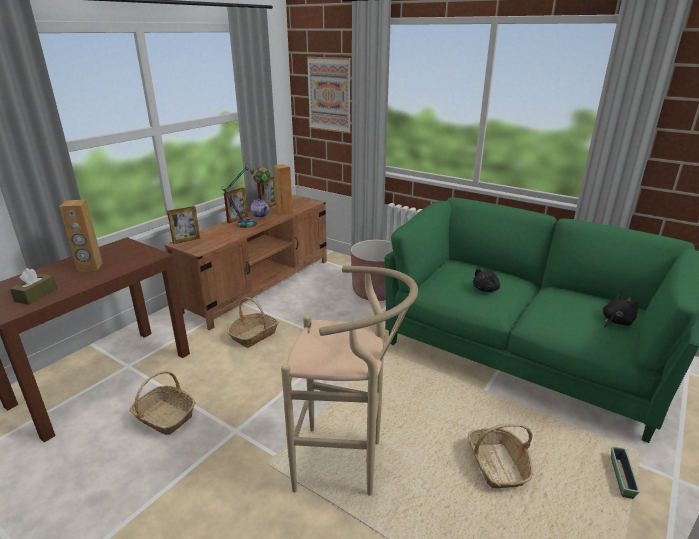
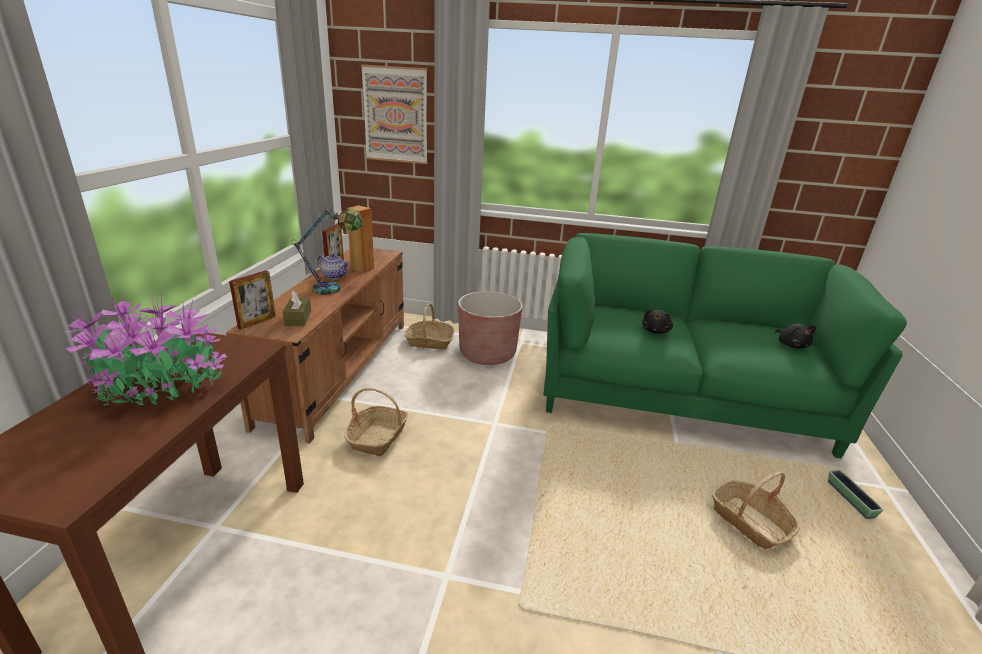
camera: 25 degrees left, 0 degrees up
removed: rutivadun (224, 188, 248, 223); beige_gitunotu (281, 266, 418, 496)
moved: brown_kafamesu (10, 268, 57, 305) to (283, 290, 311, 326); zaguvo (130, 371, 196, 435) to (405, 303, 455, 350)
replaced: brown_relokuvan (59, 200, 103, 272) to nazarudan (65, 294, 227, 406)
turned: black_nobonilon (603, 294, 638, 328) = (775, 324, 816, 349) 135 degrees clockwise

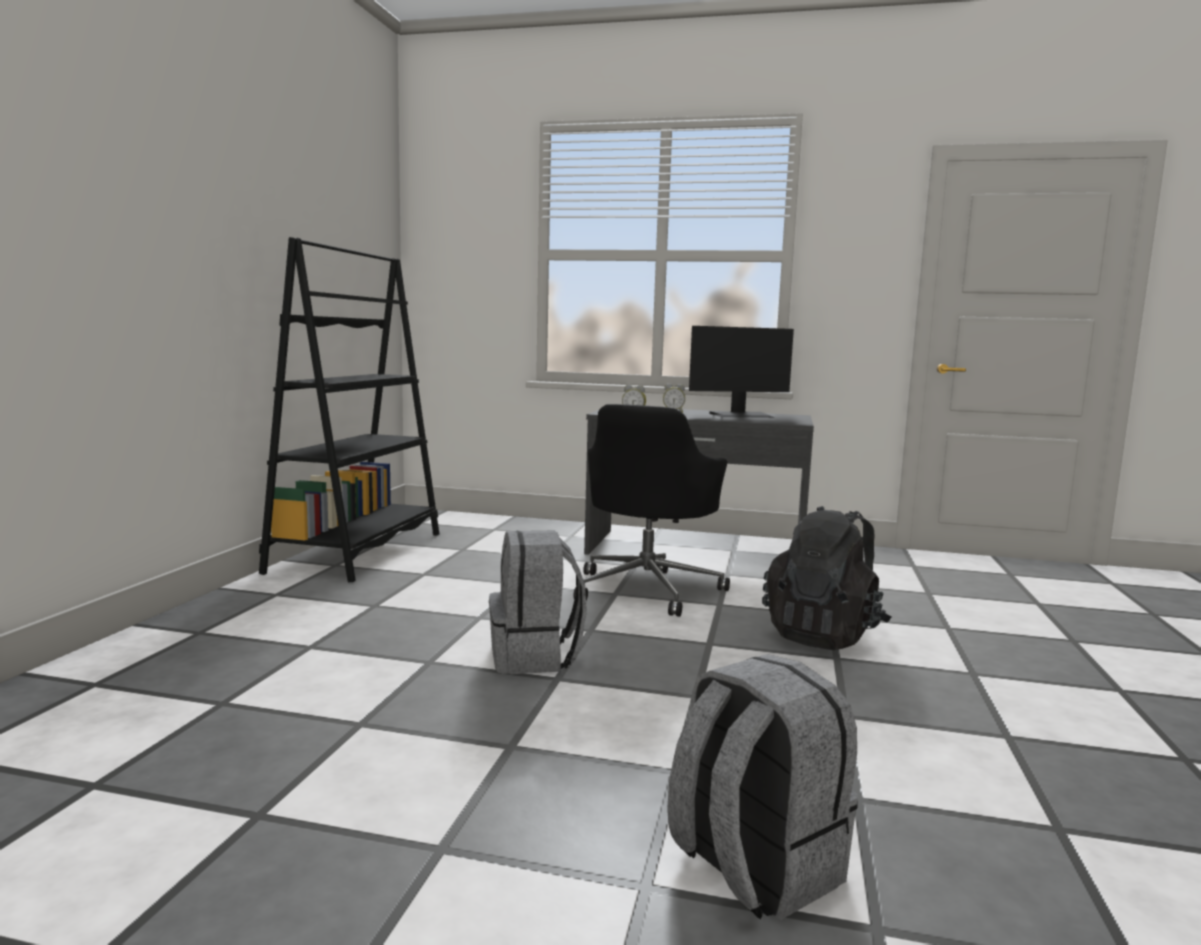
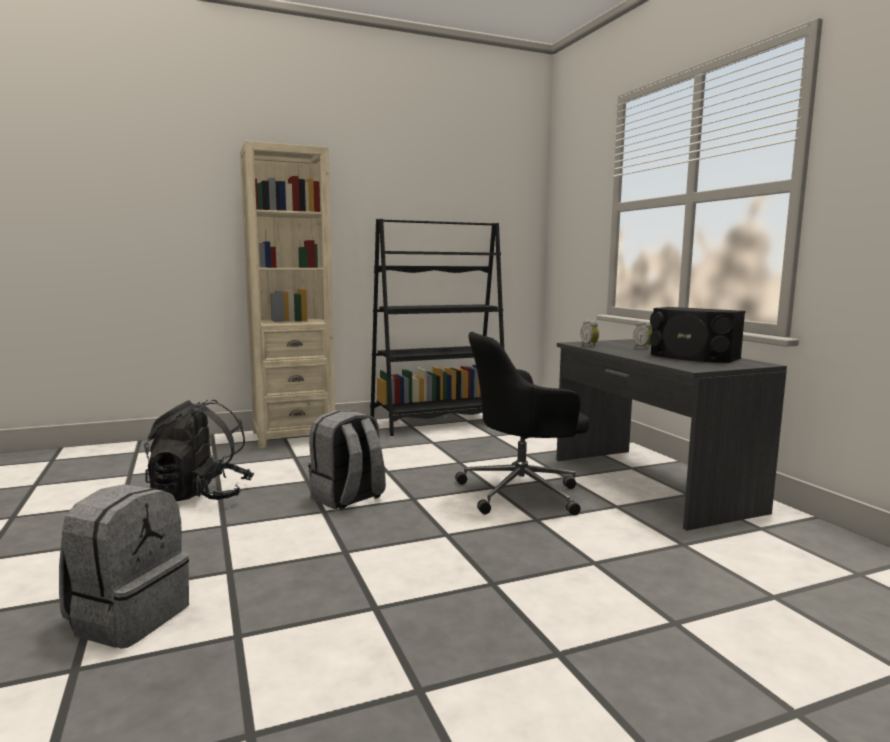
camera: 55 degrees right, 0 degrees up
added: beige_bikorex (240, 141, 335, 448)
moved: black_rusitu (762, 506, 891, 650) to (144, 400, 254, 501)
replaced: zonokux (689, 326, 794, 418) to black_relokuvan (650, 307, 745, 363)

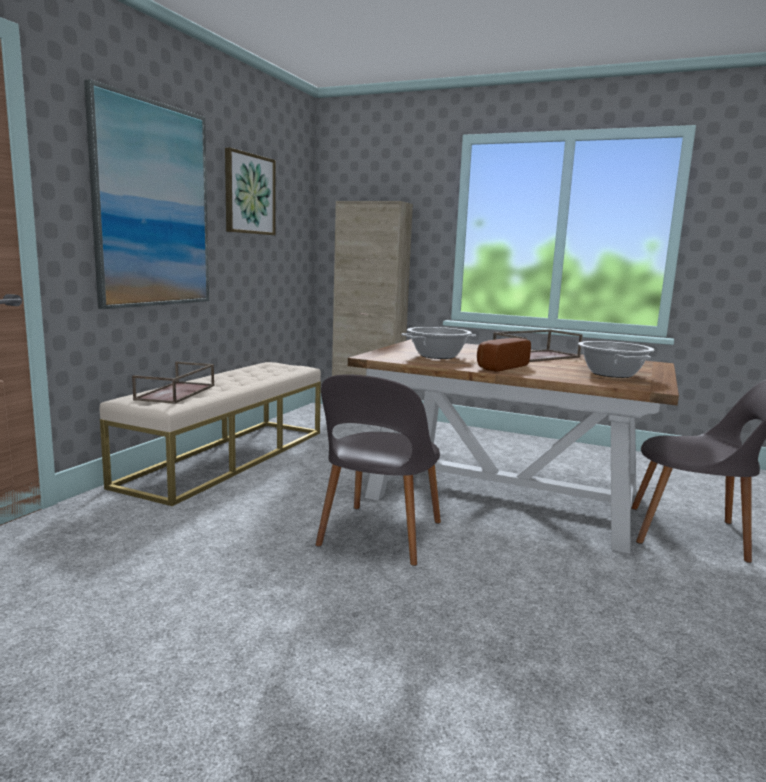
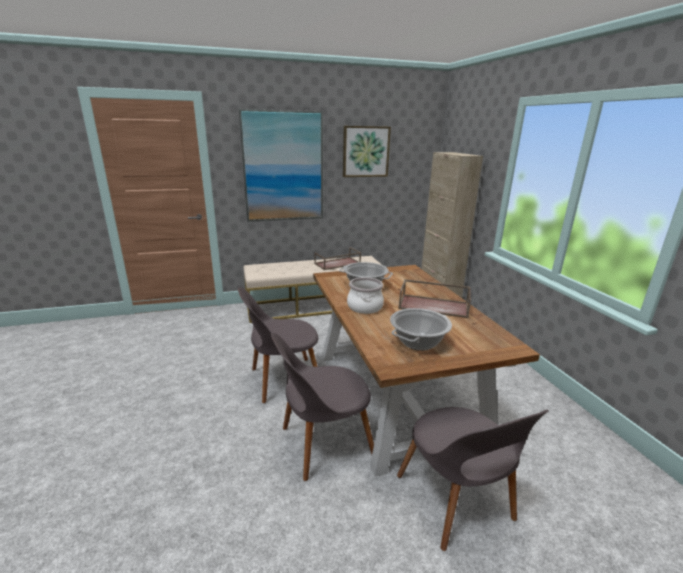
camera: 50 degrees right, 10 degrees up
added: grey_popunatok (271, 333, 374, 481)
moved: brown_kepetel (132, 361, 214, 404) to (314, 247, 361, 270)
replaced: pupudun (477, 338, 531, 371) to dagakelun (347, 277, 384, 314)

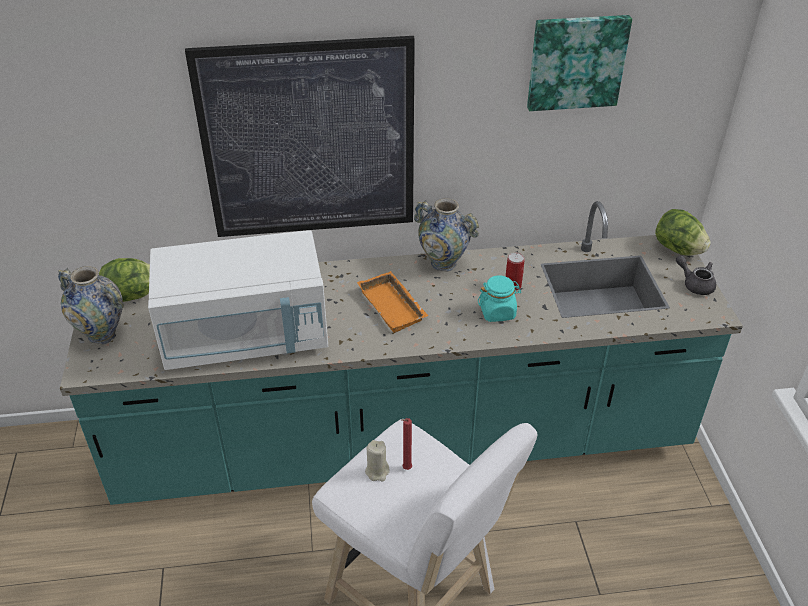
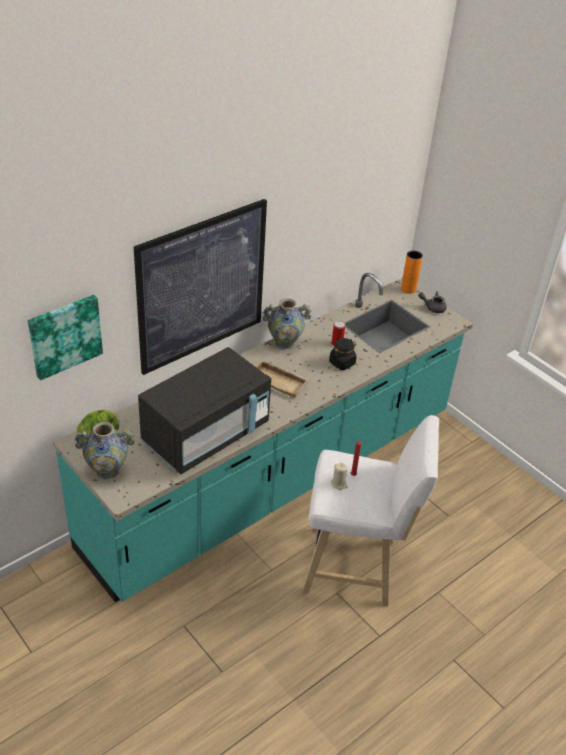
camera: 35 degrees left, 0 degrees up
moved: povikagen (527, 15, 632, 111) to (28, 295, 103, 380)
replaced: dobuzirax (655, 209, 711, 256) to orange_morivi (401, 251, 423, 294)
recoloured: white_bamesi (148, 230, 328, 370) to black_bamesi (138, 347, 271, 474); orange_kepetel (357, 271, 429, 333) to beige_kepetel (256, 360, 309, 398); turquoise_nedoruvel (478, 275, 521, 322) to black_nedoruvel (329, 338, 357, 370)

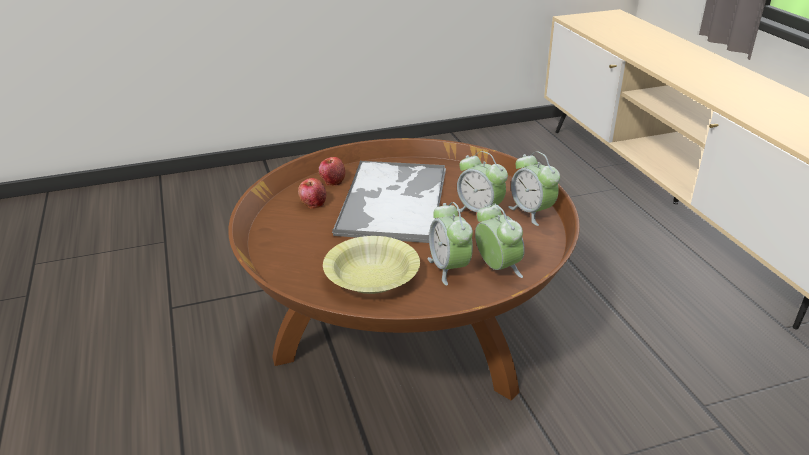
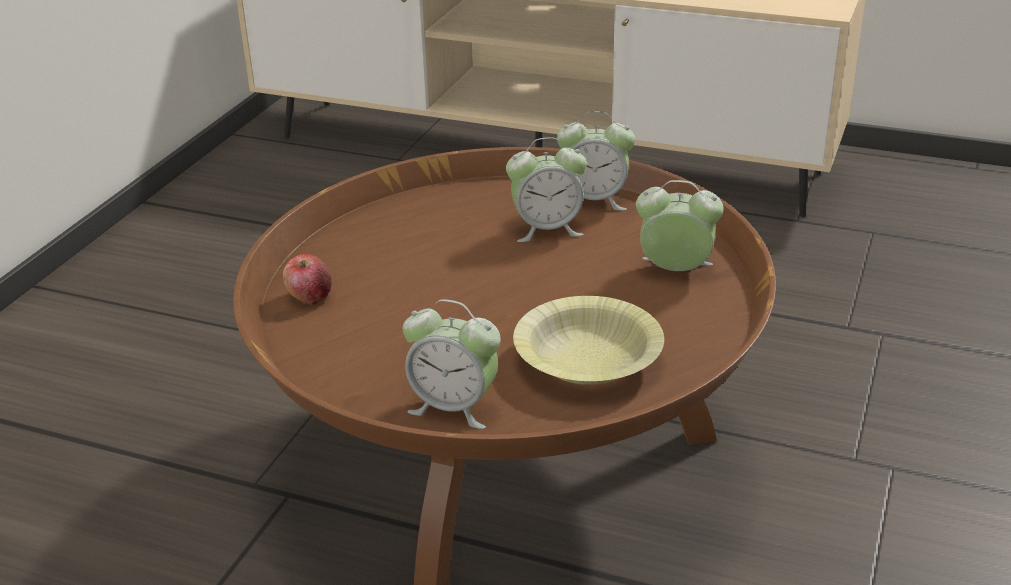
camera: 50 degrees left, 0 degrees up
removed: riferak (298, 178, 326, 209); kepetel (332, 160, 446, 243)
moved: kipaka (428, 202, 473, 286) to (403, 299, 501, 429)

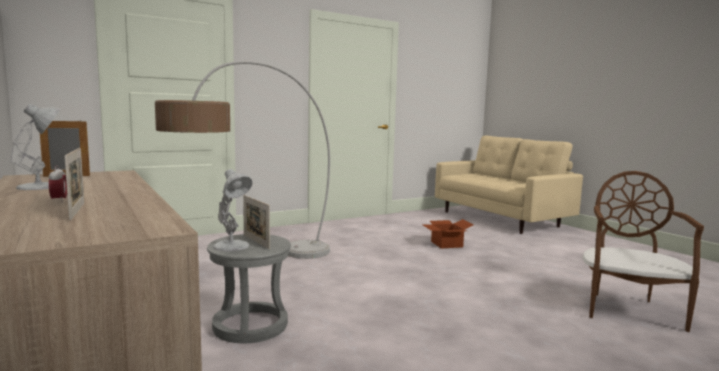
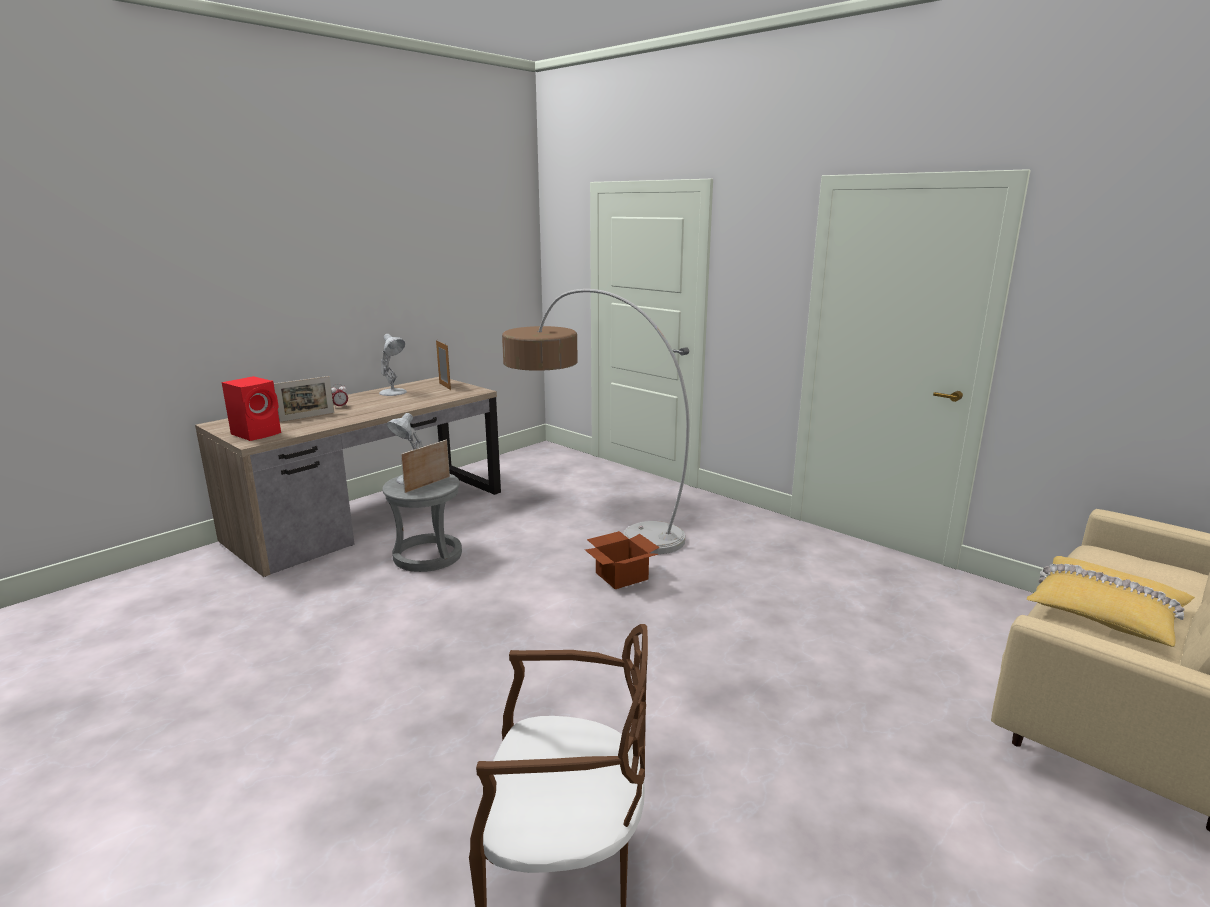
camera: 75 degrees right, 10 degrees up
added: red_relokuvan (222, 376, 281, 441); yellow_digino (1027, 556, 1195, 647)
moved: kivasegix (422, 219, 474, 249) to (585, 531, 660, 589)

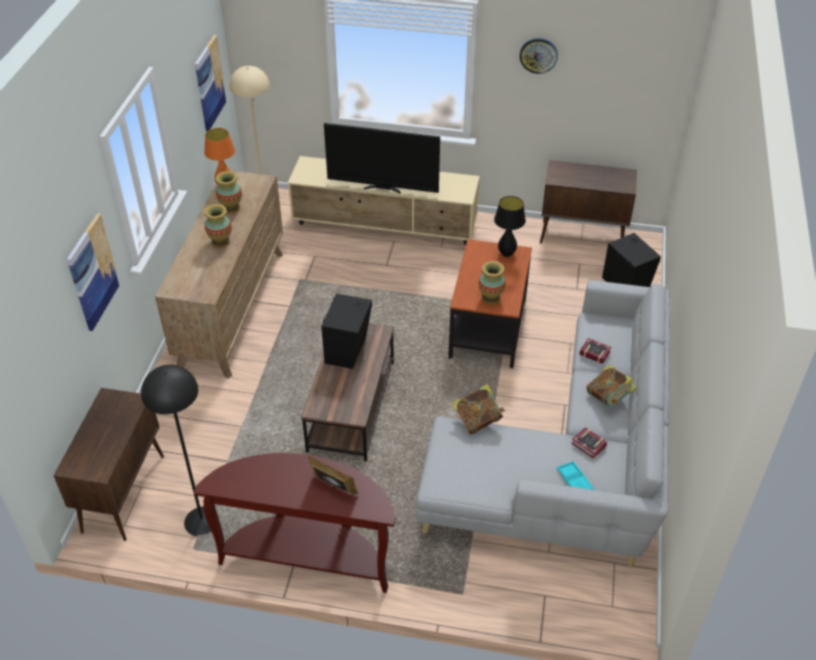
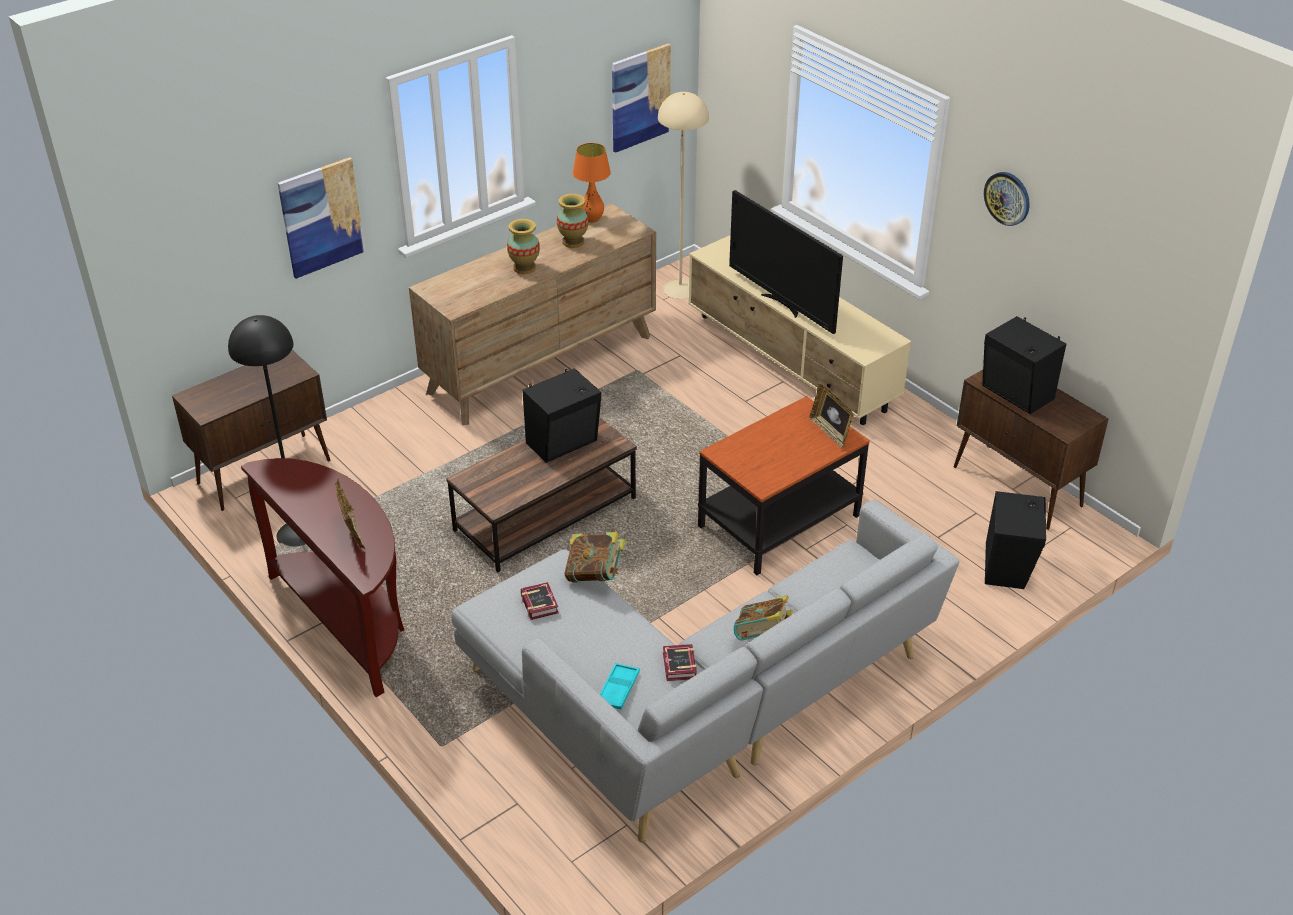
camera: 40 degrees right, 5 degrees down
removed: morivi (479, 261, 505, 305)
added: black_relokuvan (982, 316, 1066, 414)
moved: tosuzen (579, 338, 611, 364) to (521, 582, 558, 620)
replaced: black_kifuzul (494, 196, 526, 257) to rutivadun (809, 384, 854, 449)

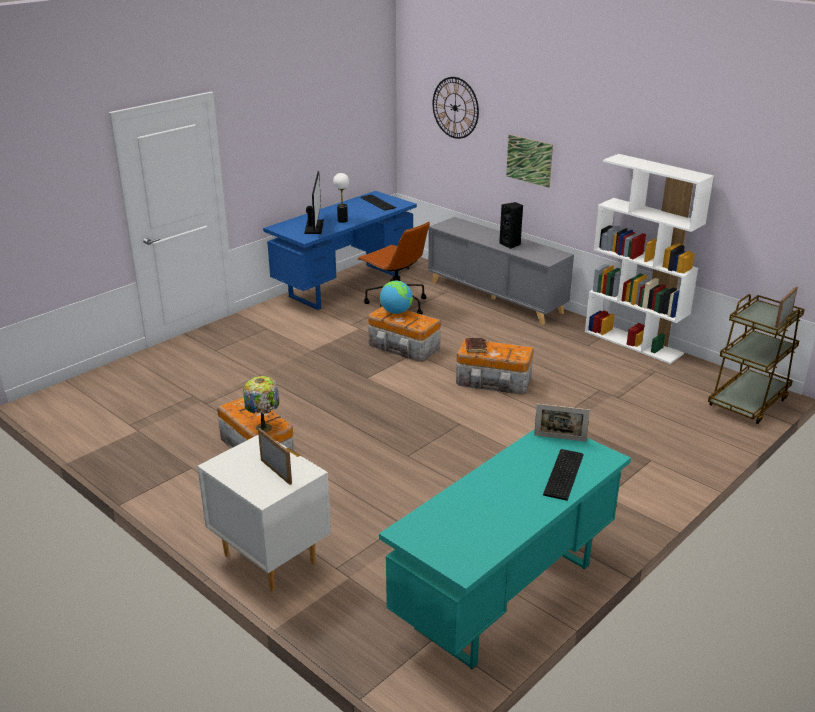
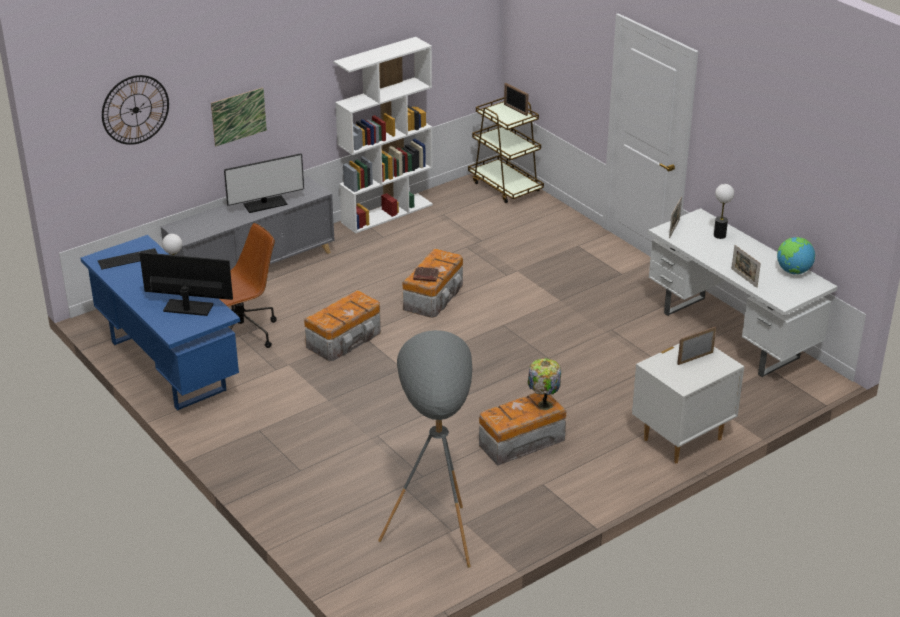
camera: 80 degrees left, 5 degrees up
added: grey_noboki (378, 330, 472, 568); rutivadun (731, 245, 761, 288)
moved: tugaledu (380, 281, 413, 314) to (777, 237, 815, 274)
replaced: black_relokuvan (499, 202, 523, 249) to zonokux (224, 153, 304, 213); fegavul (543, 449, 584, 501) to kifuzul (714, 184, 734, 239)
recoloured: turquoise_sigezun (379, 429, 631, 669) to white_sigezun (648, 208, 838, 377)

